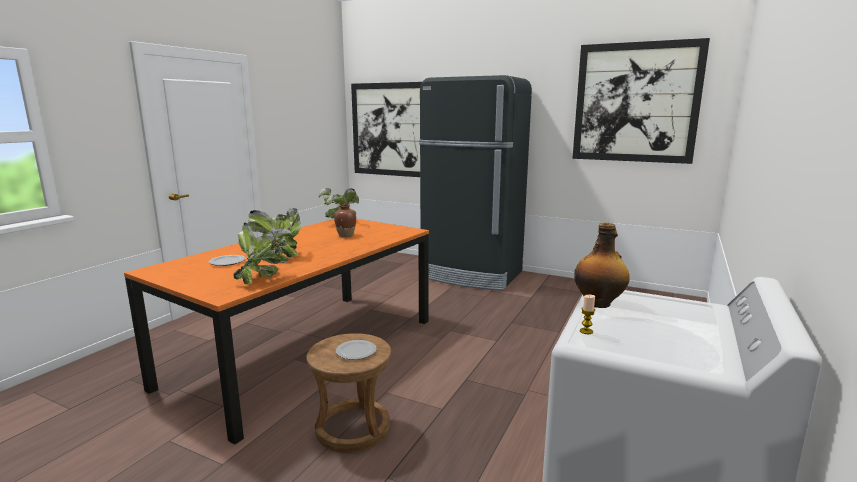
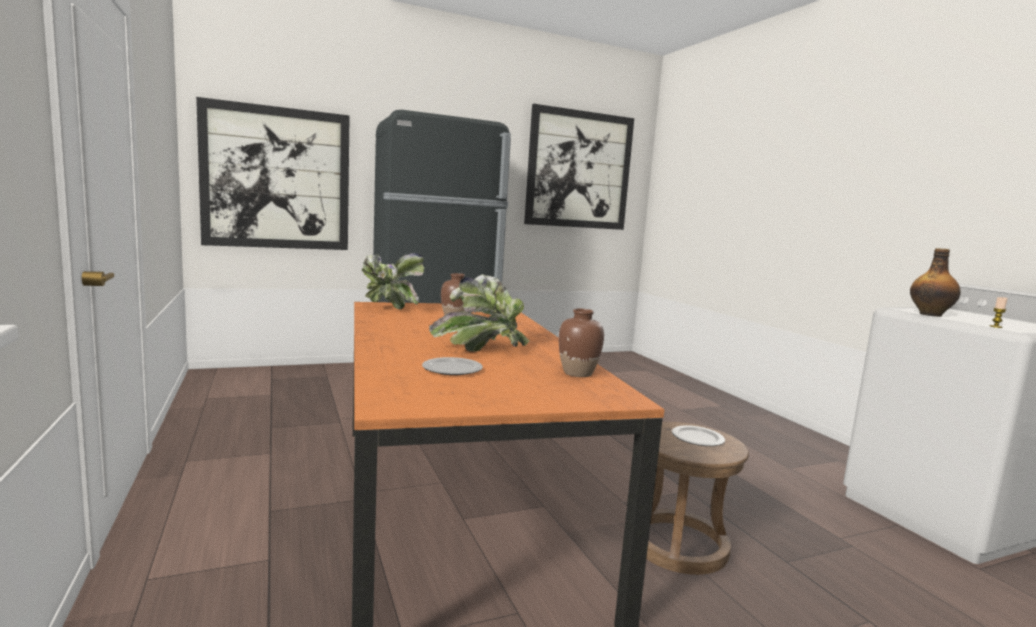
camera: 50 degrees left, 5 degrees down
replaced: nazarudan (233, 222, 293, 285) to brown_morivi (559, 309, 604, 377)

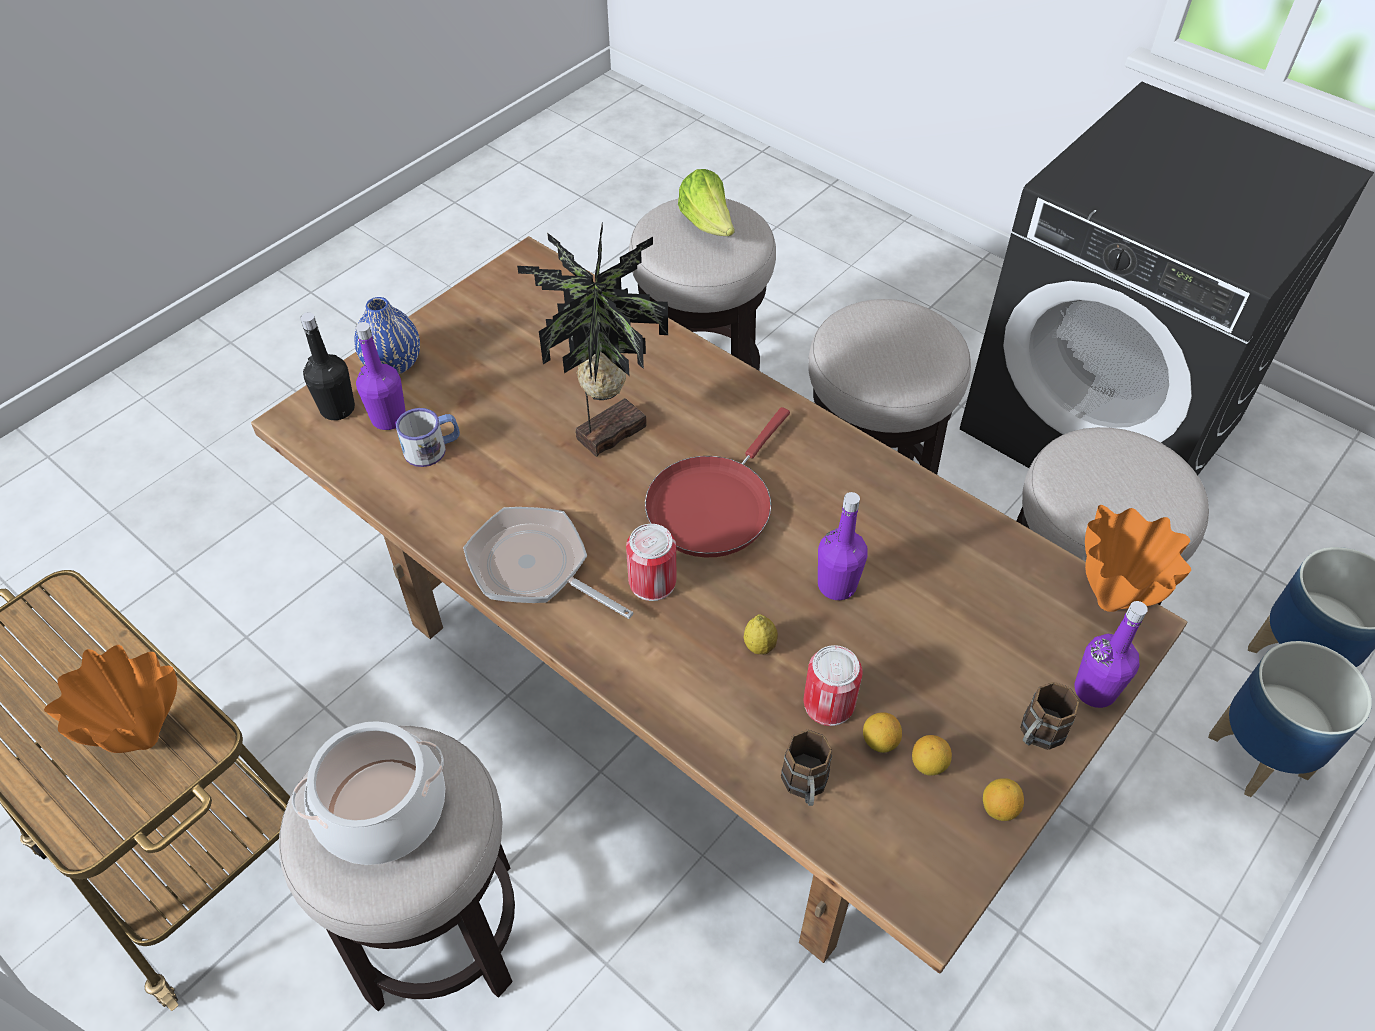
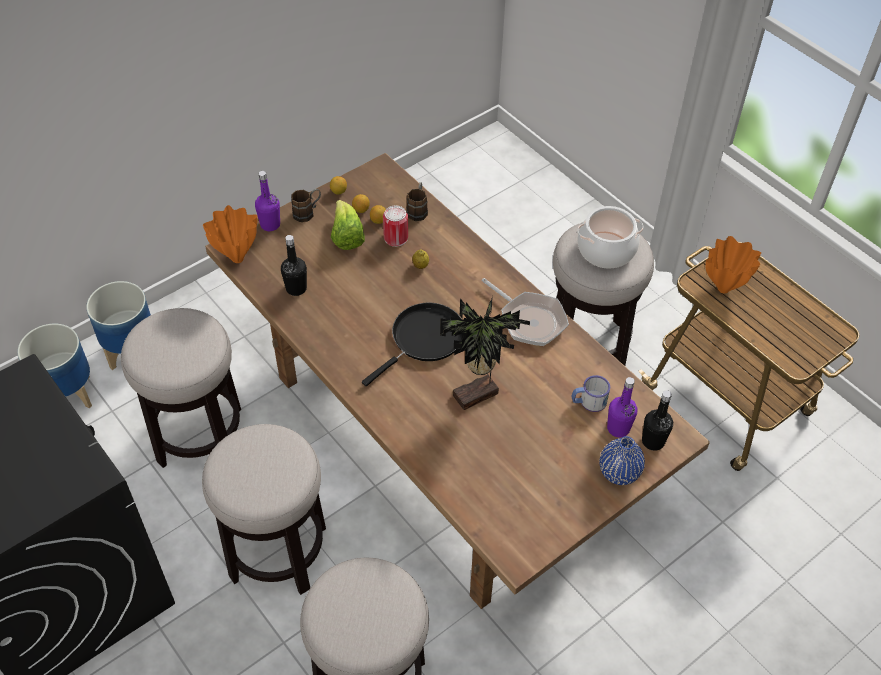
camera: 170 degrees left, 0 degrees up
removed: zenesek (626, 524, 677, 601); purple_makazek (818, 492, 868, 600)
added: black_makazek (281, 235, 307, 296)
moved: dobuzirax (678, 169, 735, 236) to (331, 200, 365, 250)
recoloured: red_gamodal (645, 407, 790, 557) to black_gamodal (362, 303, 463, 386)

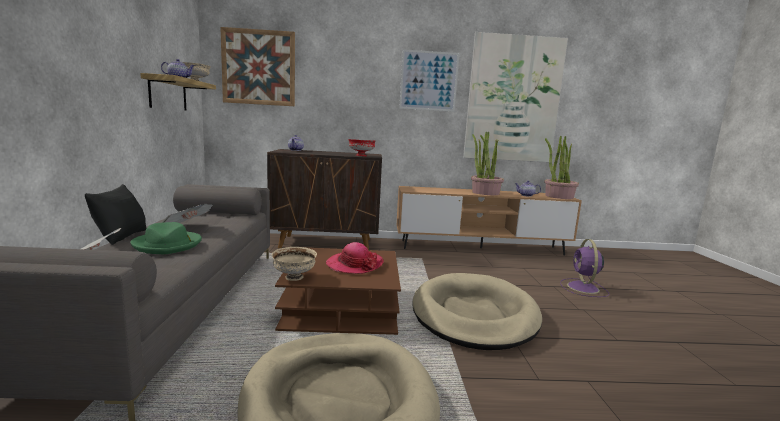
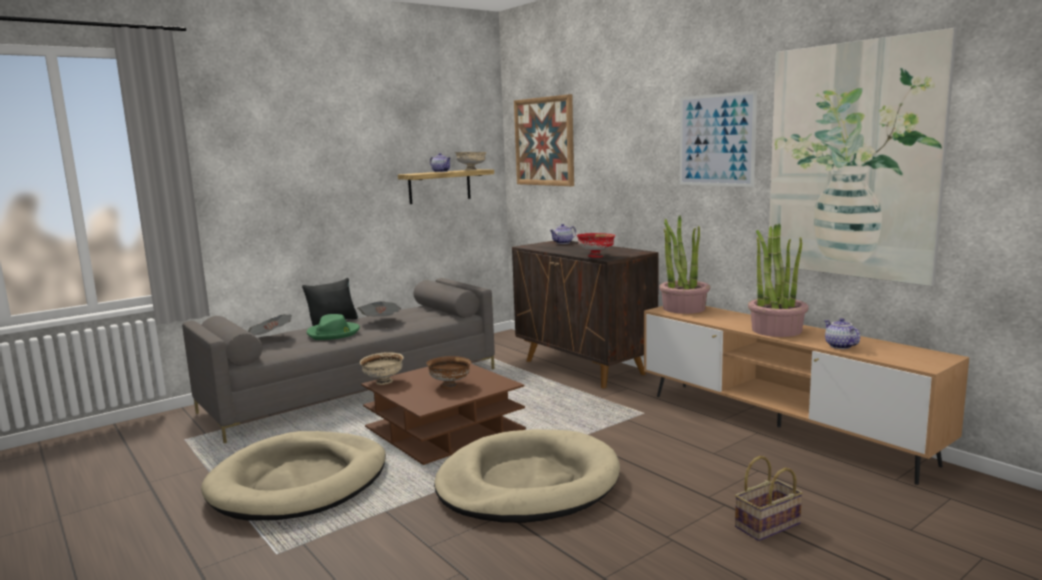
camera: 55 degrees right, 0 degrees up
moved: nazarudan (544, 136, 579, 199) to (659, 215, 710, 314)
replaced: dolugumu (326, 242, 384, 274) to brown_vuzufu (426, 356, 471, 389); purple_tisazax (560, 239, 609, 297) to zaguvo (735, 456, 803, 541)

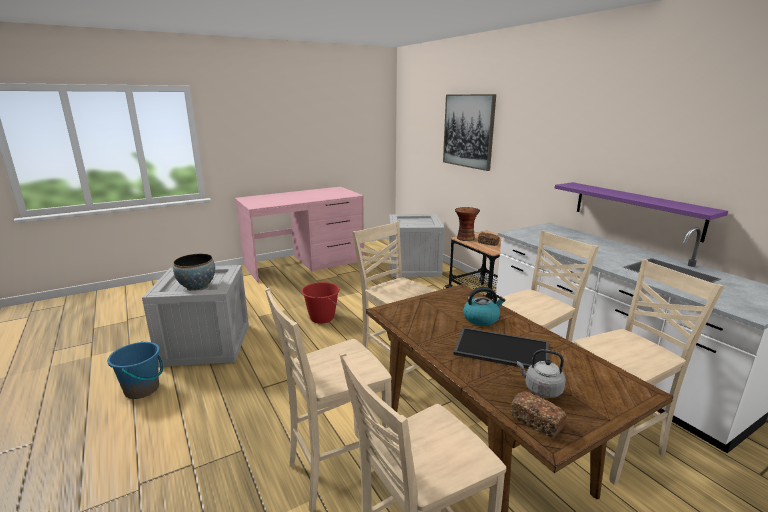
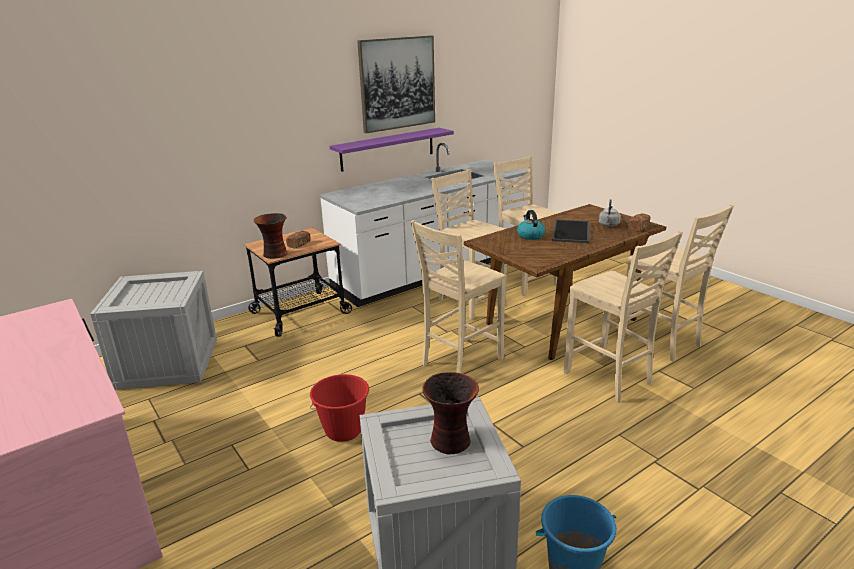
camera: 95 degrees left, 5 degrees up
moved: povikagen (443, 94, 496, 171) to (357, 35, 435, 133)
replaced: vuzufu (173, 254, 215, 291) to morivi (422, 372, 479, 454)

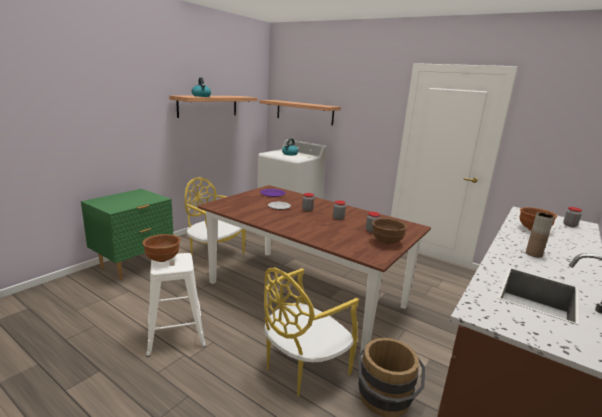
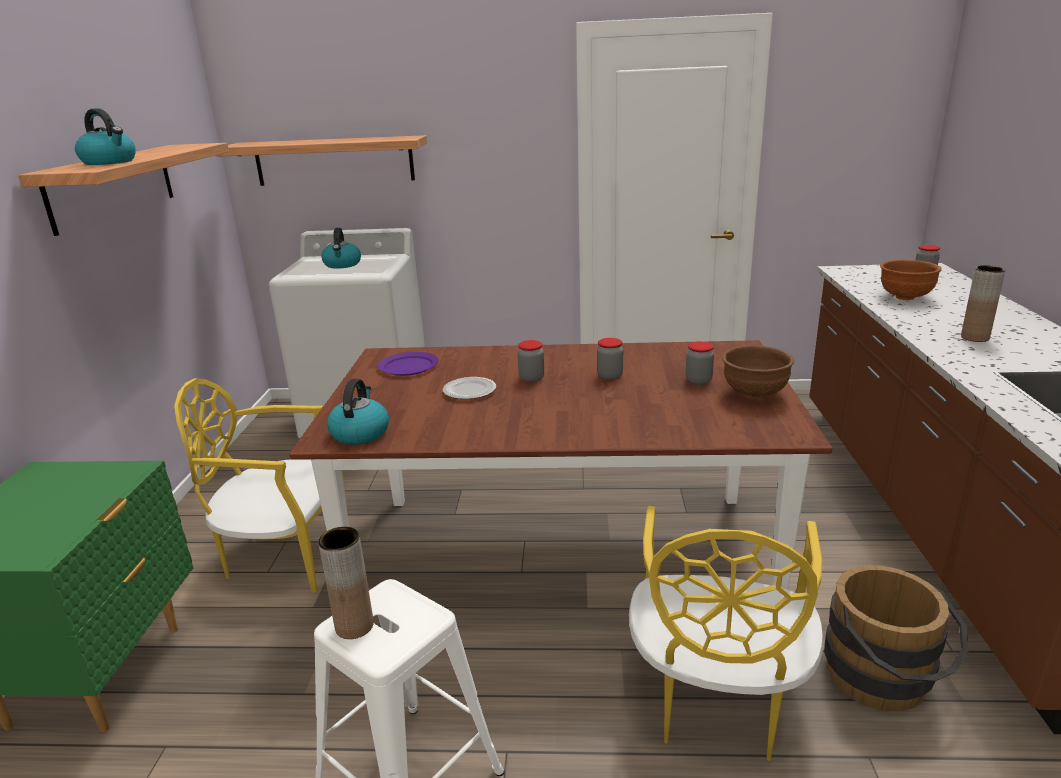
camera: 30 degrees left, 5 degrees up
added: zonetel (327, 379, 389, 445)
replaced: brown_vuzufu (143, 234, 180, 262) to brown_morivi (318, 527, 374, 639)

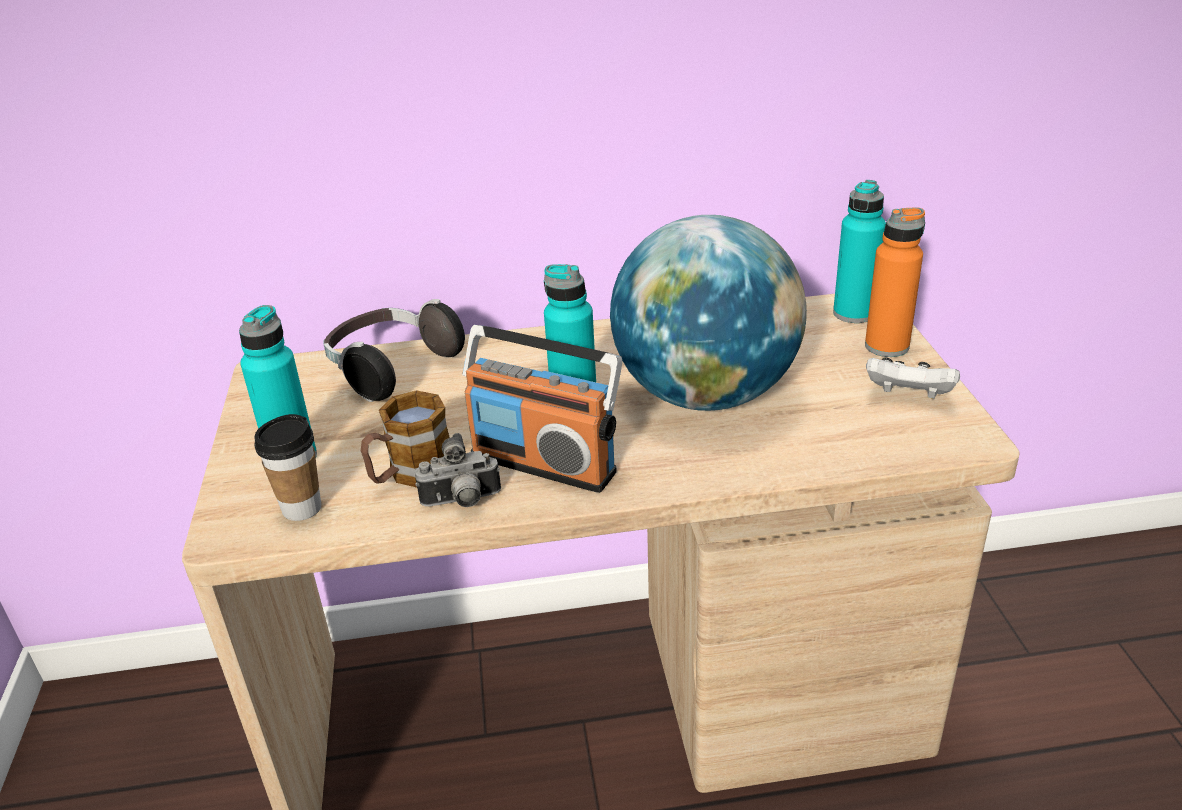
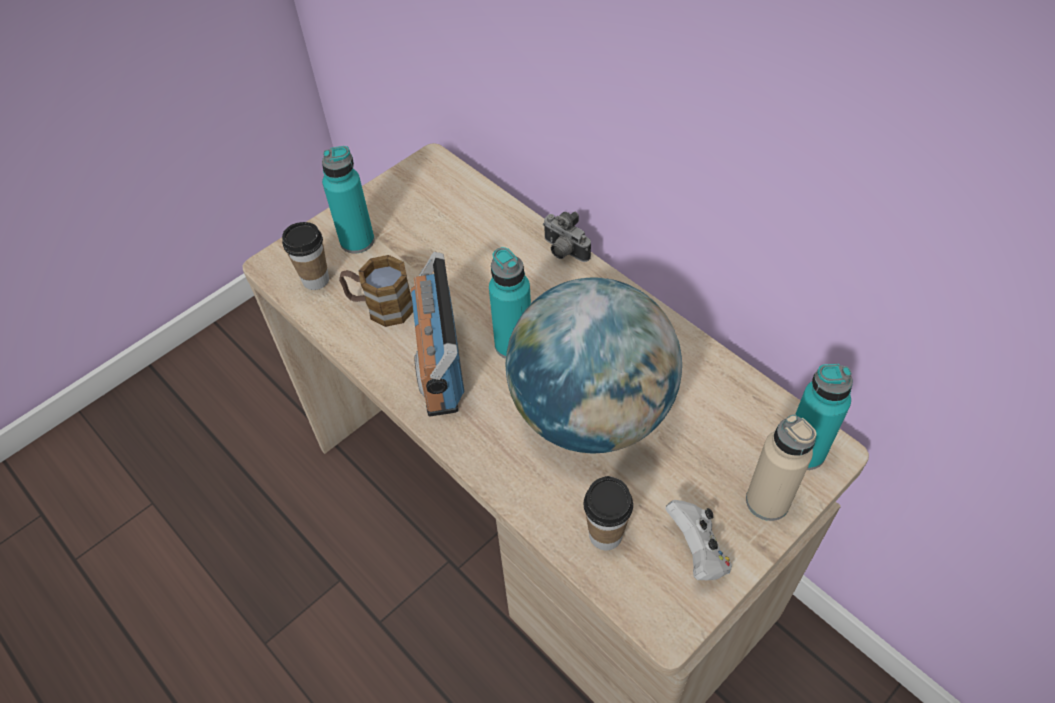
camera: 55 degrees right, 20 degrees up
removed: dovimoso (323, 299, 465, 402)
added: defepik (583, 476, 633, 551)
moved: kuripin (415, 433, 501, 507) to (543, 212, 591, 262)
recoloured: orange_makazek (865, 207, 925, 357) to beige_makazek (746, 414, 816, 521)

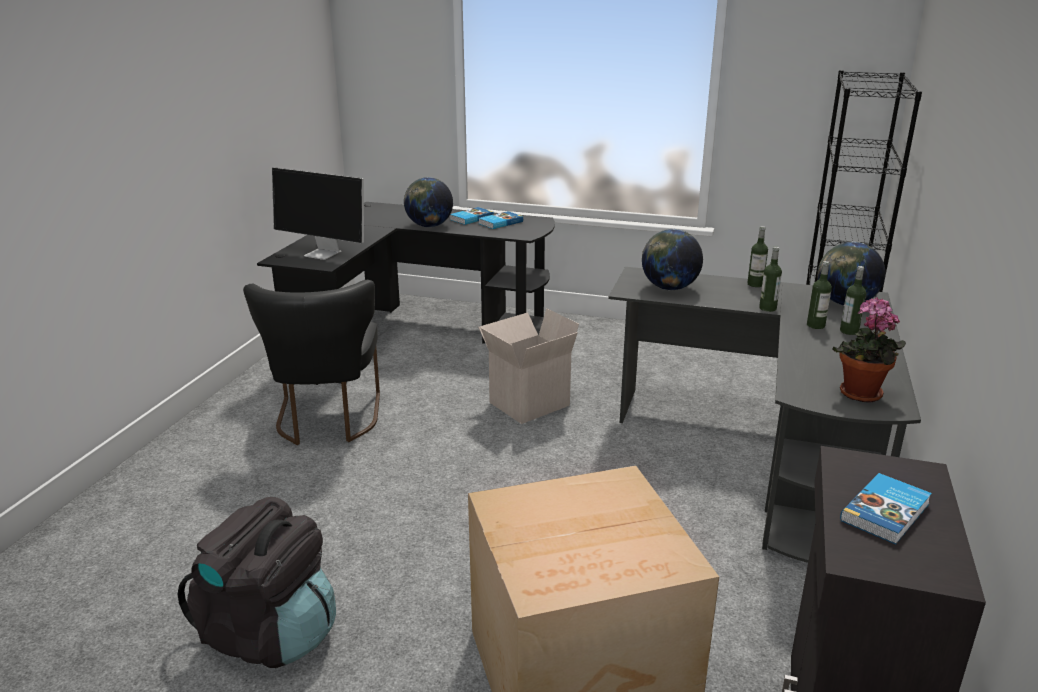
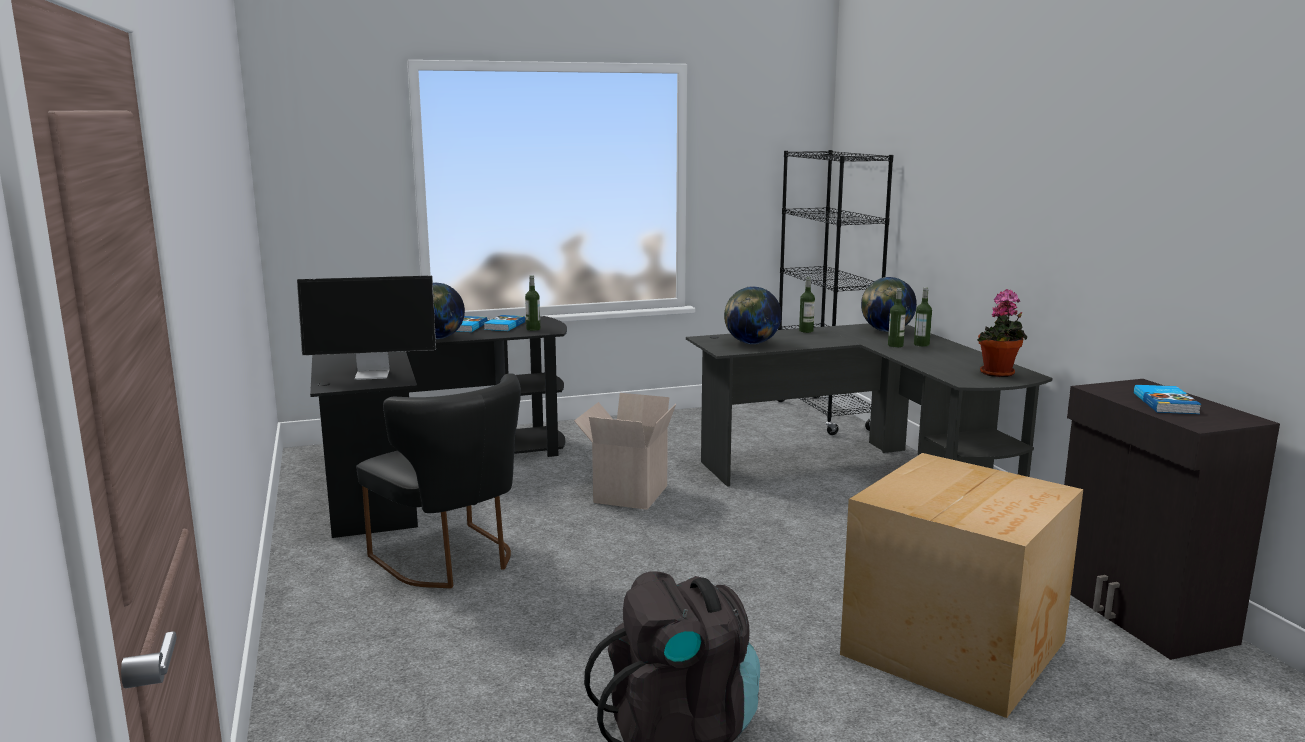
camera: 35 degrees left, 10 degrees down
moved: makazek (759, 246, 782, 312) to (525, 275, 540, 331)

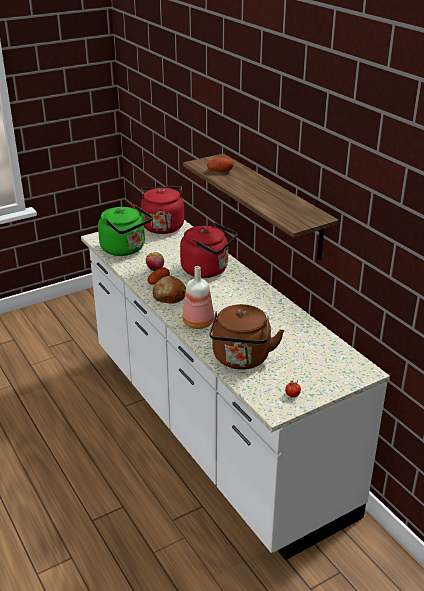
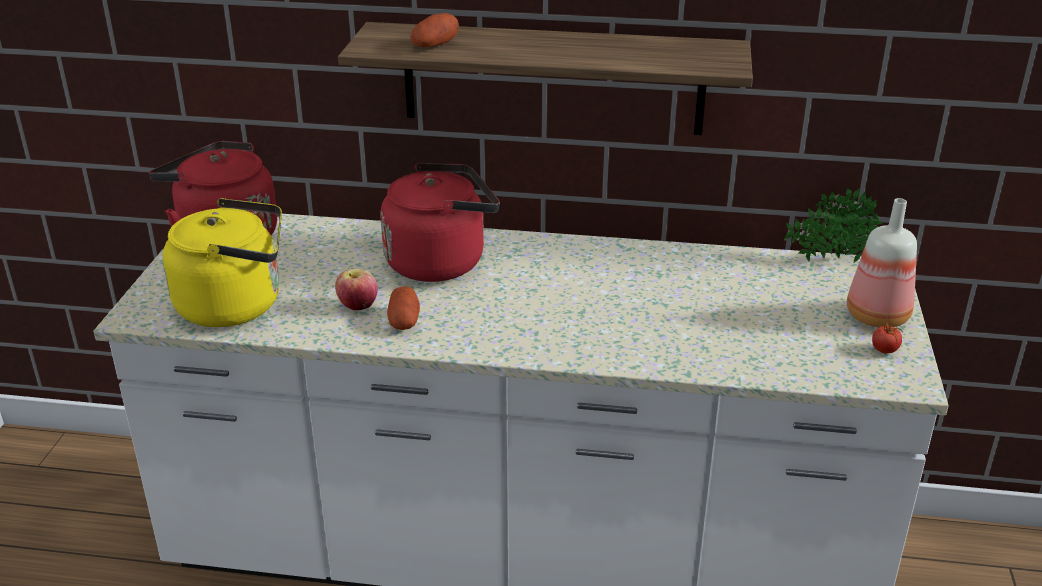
camera: 50 degrees left, 0 degrees up
removed: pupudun (153, 276, 186, 304); brown_zonetel (209, 304, 284, 369)
added: nazarudan (784, 188, 883, 263)
moved: makazek (183, 266, 214, 329) to (847, 198, 917, 328)
recoloured: green_zonetel (98, 205, 153, 256) to yellow_zonetel (163, 198, 282, 327)

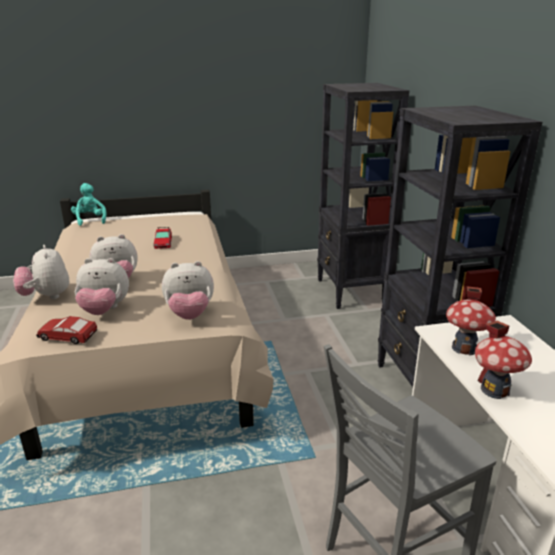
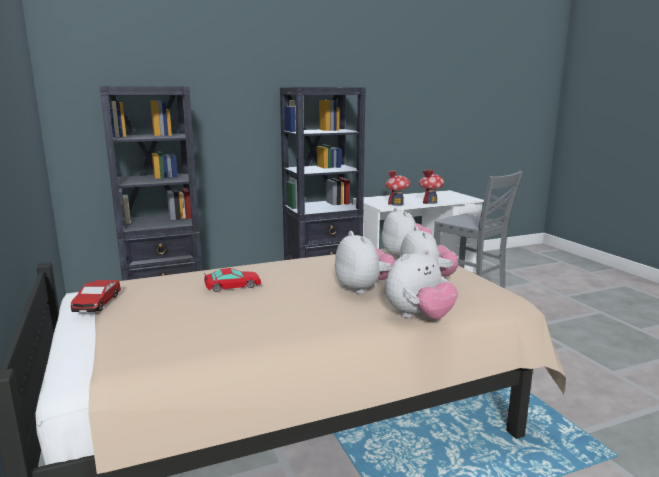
camera: 100 degrees left, 10 degrees down
removed: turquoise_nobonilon (71, 183, 107, 226)
moved: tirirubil (36, 316, 97, 344) to (71, 280, 121, 312)

